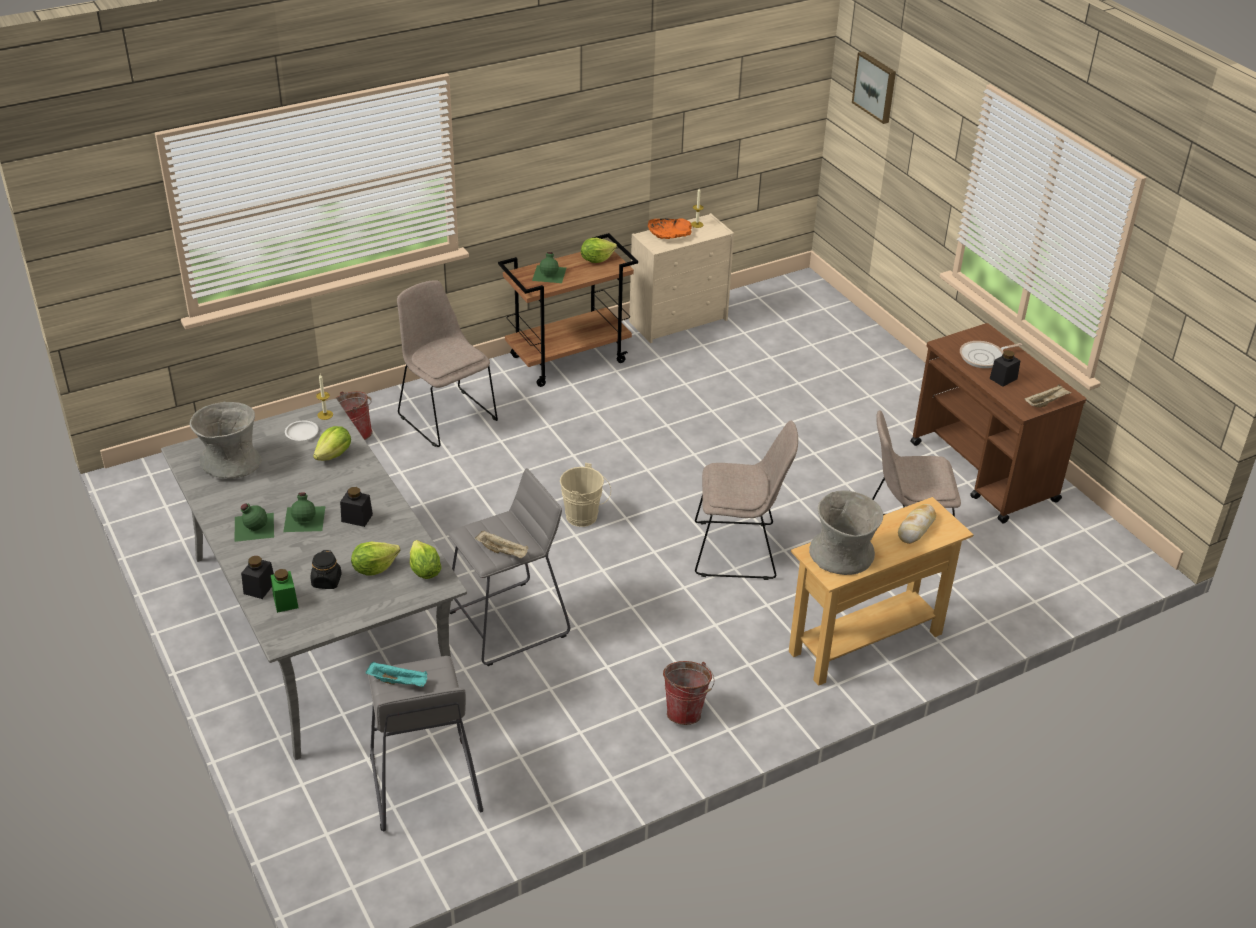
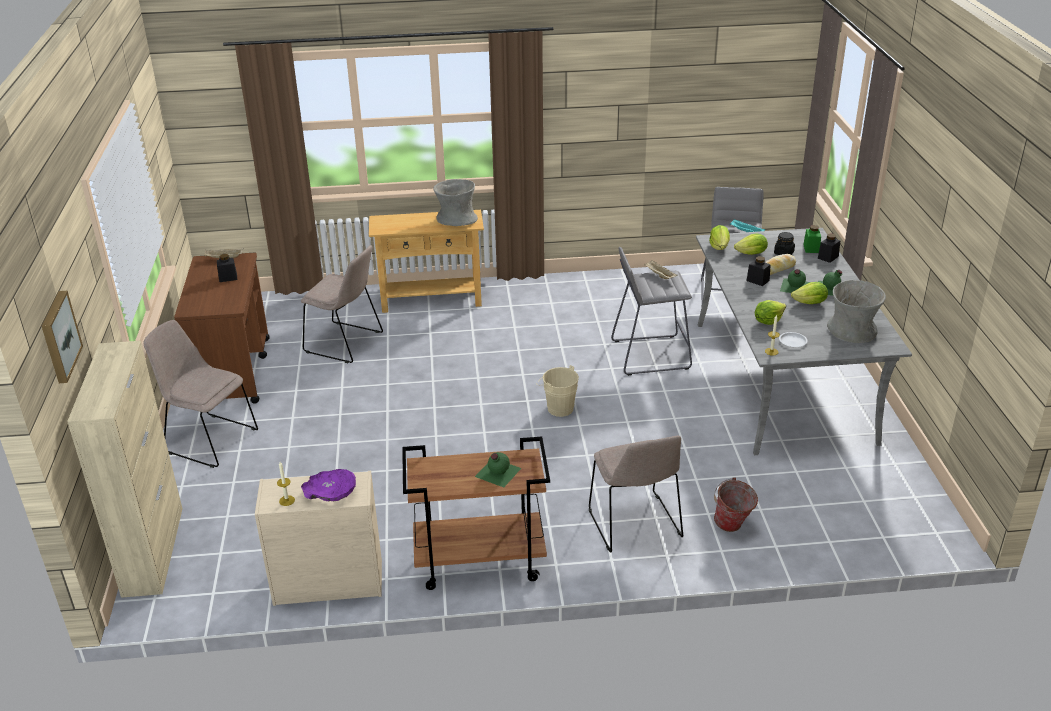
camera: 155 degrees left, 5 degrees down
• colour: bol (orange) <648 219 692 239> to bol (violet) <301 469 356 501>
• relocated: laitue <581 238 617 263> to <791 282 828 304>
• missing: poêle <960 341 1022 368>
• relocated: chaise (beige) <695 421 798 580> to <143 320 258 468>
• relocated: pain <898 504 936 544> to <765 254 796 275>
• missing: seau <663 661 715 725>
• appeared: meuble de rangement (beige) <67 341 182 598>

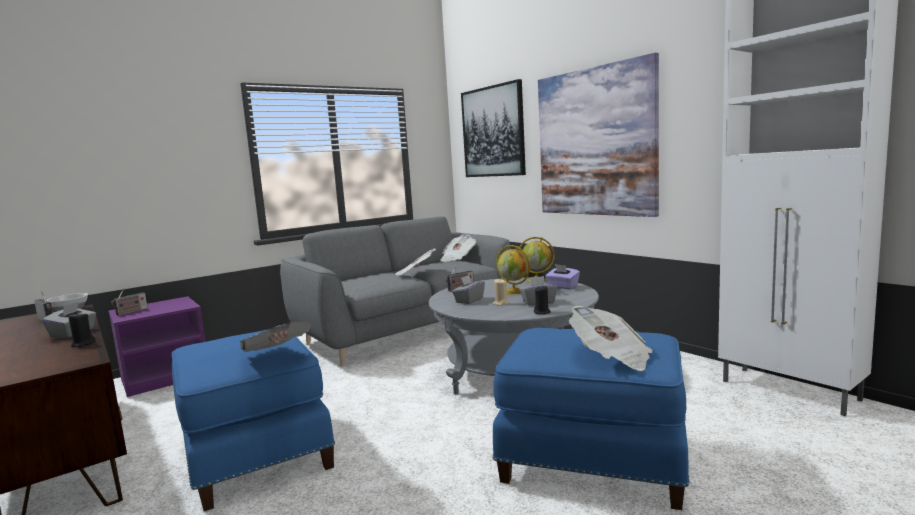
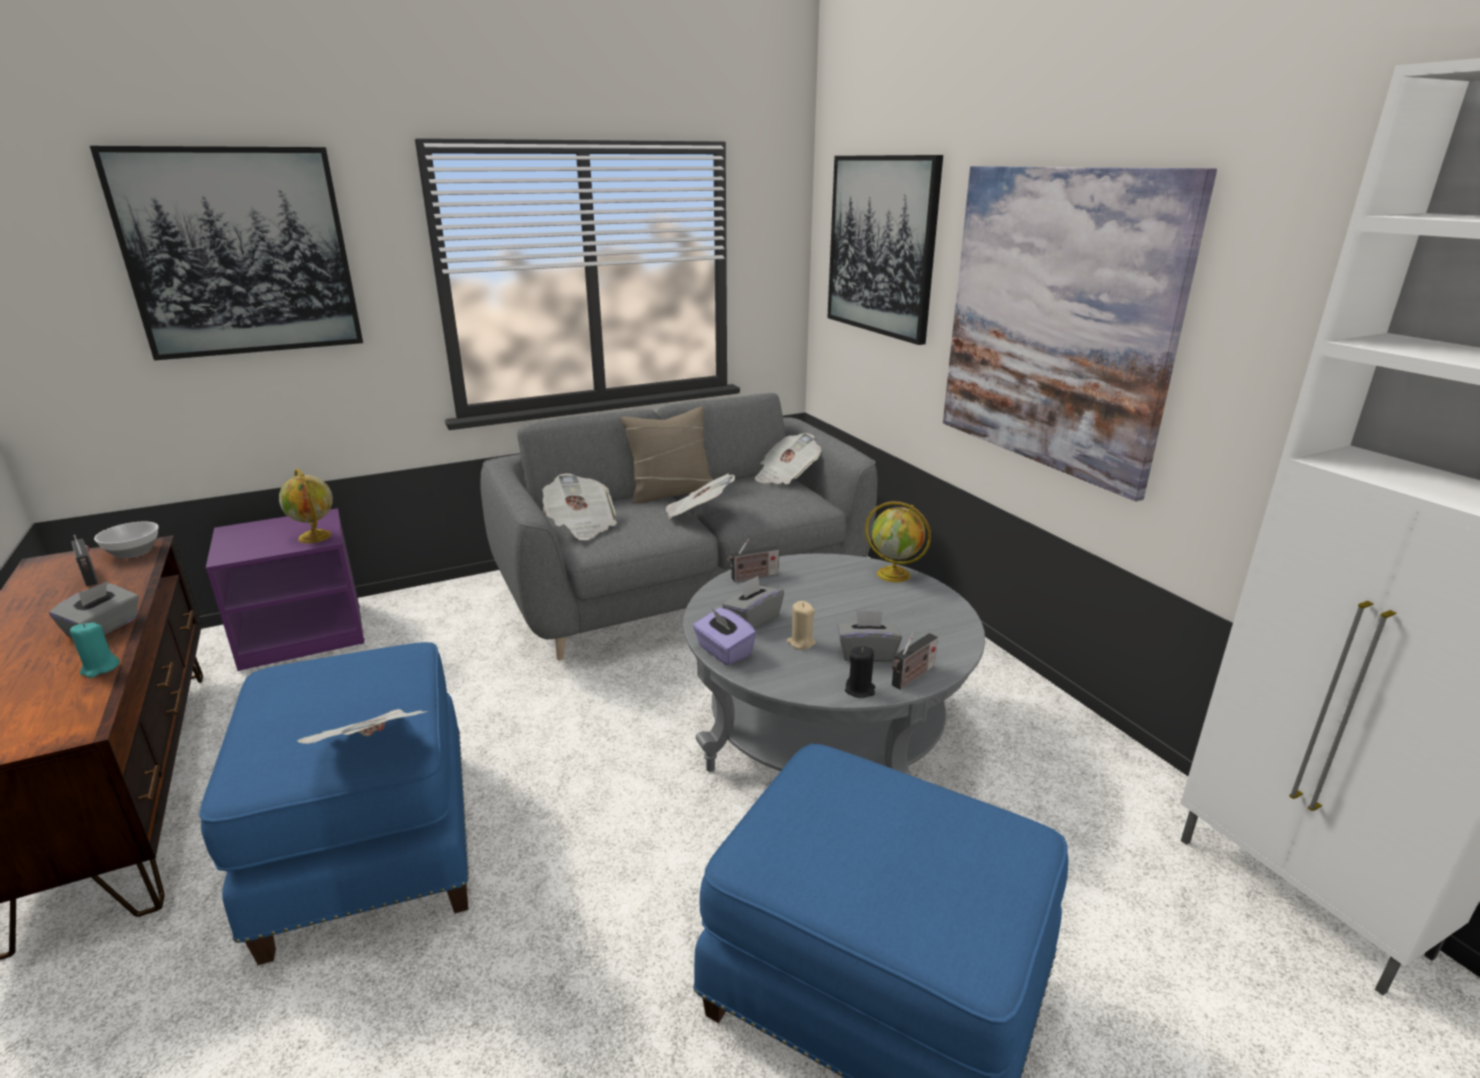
camera: 10 degrees right, 15 degrees up
• relocated: globe <496 245 530 295> to <279 469 333 543>
• relocated: boîte à mouchoirs (violet) <545 264 580 289> to <693 607 756 665>
• relocated: radio <111 288 148 316> to <892 632 938 690>
• relocated: journal <569 306 652 371> to <542 473 617 541>
• colour: bougie (noir) <68 312 96 347> to bougie (turquoise) <70 622 120 678>
• appeared: tableau <90 146 363 361>
• appeared: coussin (beige) <620 407 713 503>

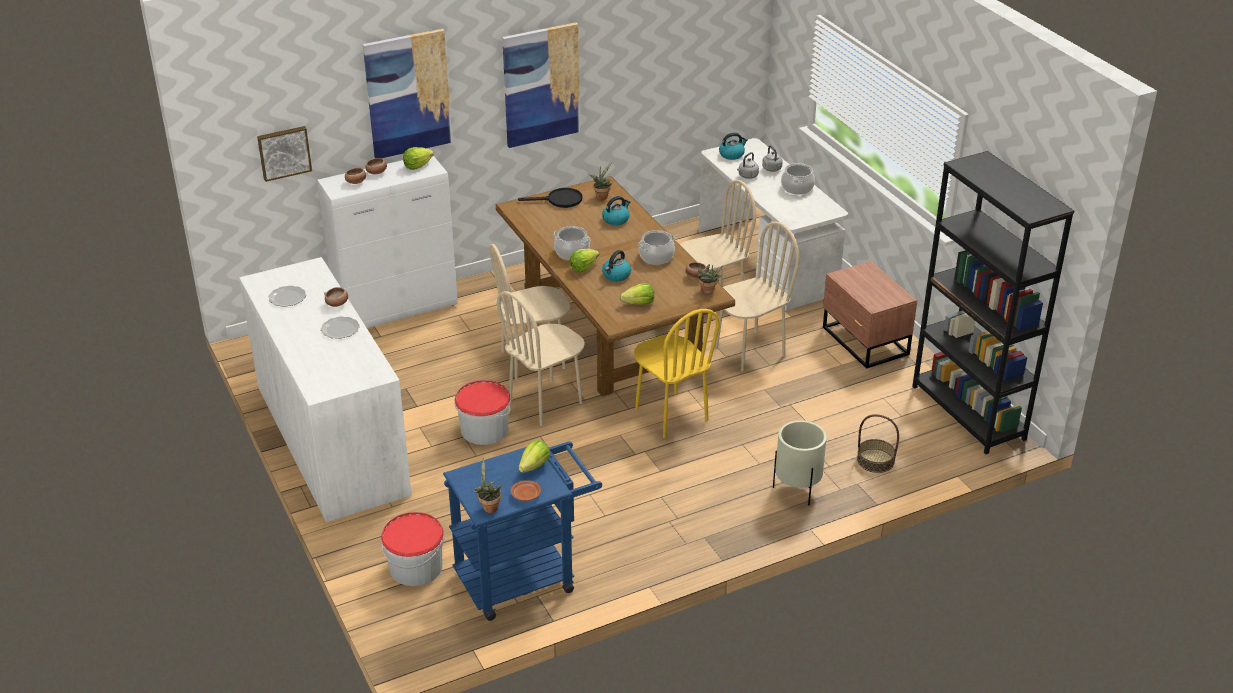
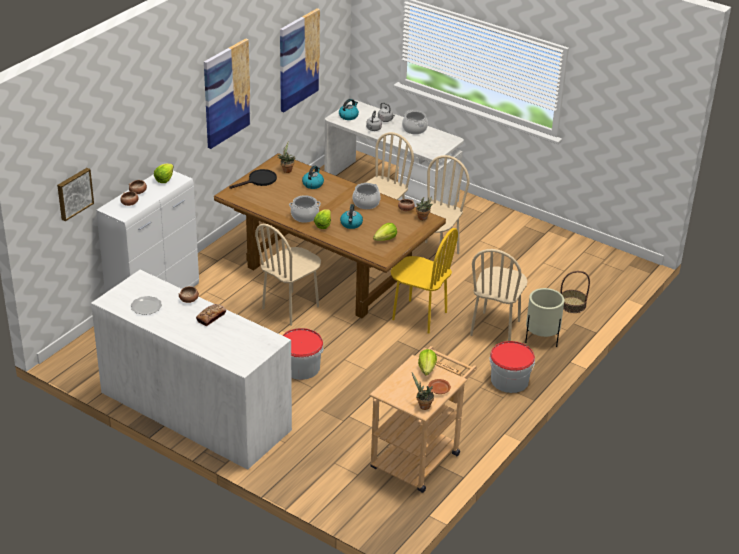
camera: 30 degrees left, 0 degrees up
• relocated: tableau <363 29 452 158> to <280 8 320 112>
• missing: bibliothèque (noir) <912 151 1074 454>
• missing: table de chevet (marron) <823 261 917 369>
• relocated: chaise (beige) <497 291 585 426> to <470 249 528 341>
• exchanged: assiette <321 316 360 339> to pain <196 304 226 326>
• colour: chariot (bleu) <443 441 602 621> to chariot (beige) <369 346 477 493>
• relocated: seau <381 512 445 586> to <490 341 535 393>

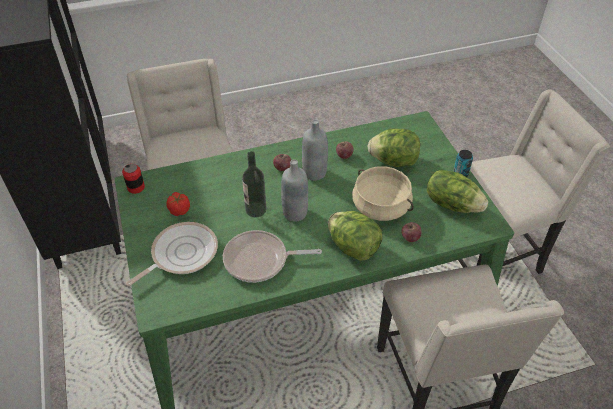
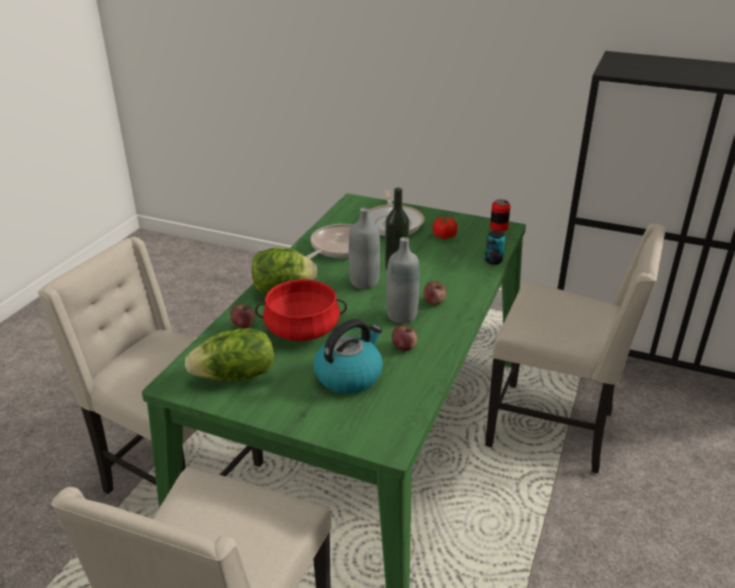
camera: 130 degrees right, 15 degrees down
• exchanged: laitue <368 129 420 167> to bouilloire <313 319 383 394>
• relocated: boîte métallique <453 150 473 177> to <485 230 505 265>
• colour: marmite (beige) <352 166 414 221> to marmite (rouge) <255 279 347 341>

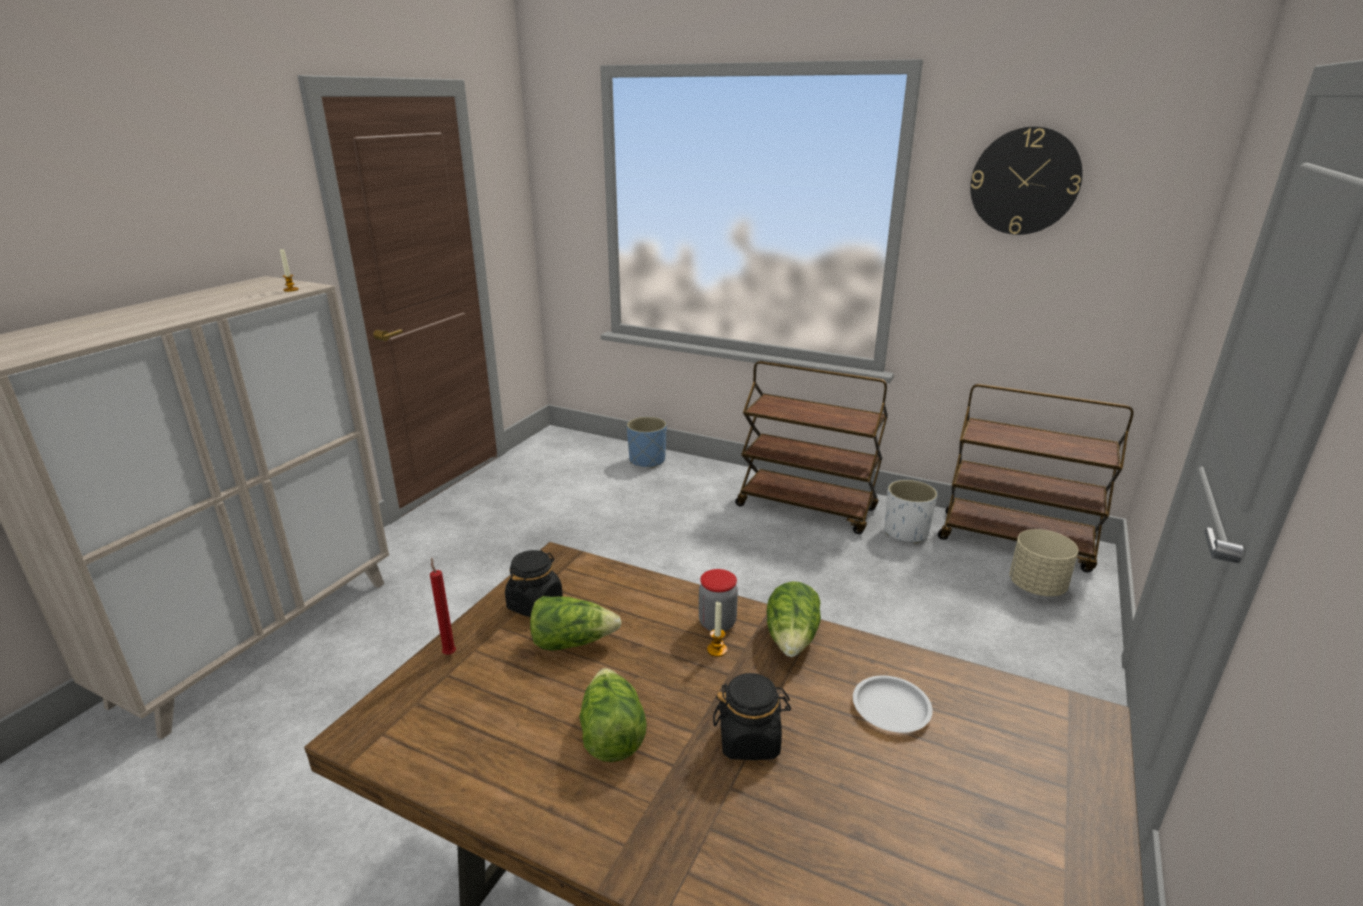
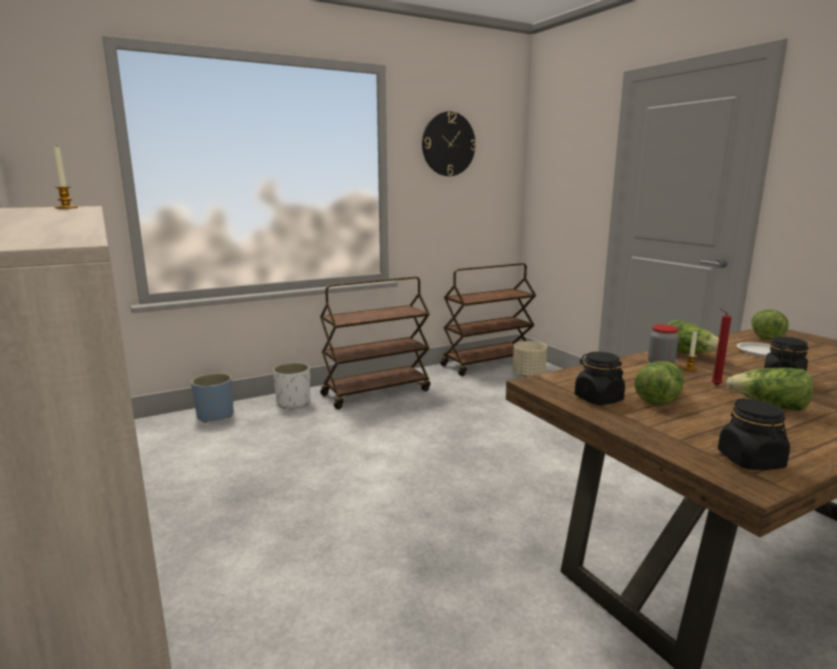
camera: 55 degrees left, 10 degrees down
• relocated: cache-pot (blanc) <885 480 937 544> to <273 362 310 409>
• relocated: bougie (rouge) <430 558 456 655> to <711 308 731 385>
• appeared: laitue <751 309 789 340>
• appeared: bocal (noir) <718 399 790 470>

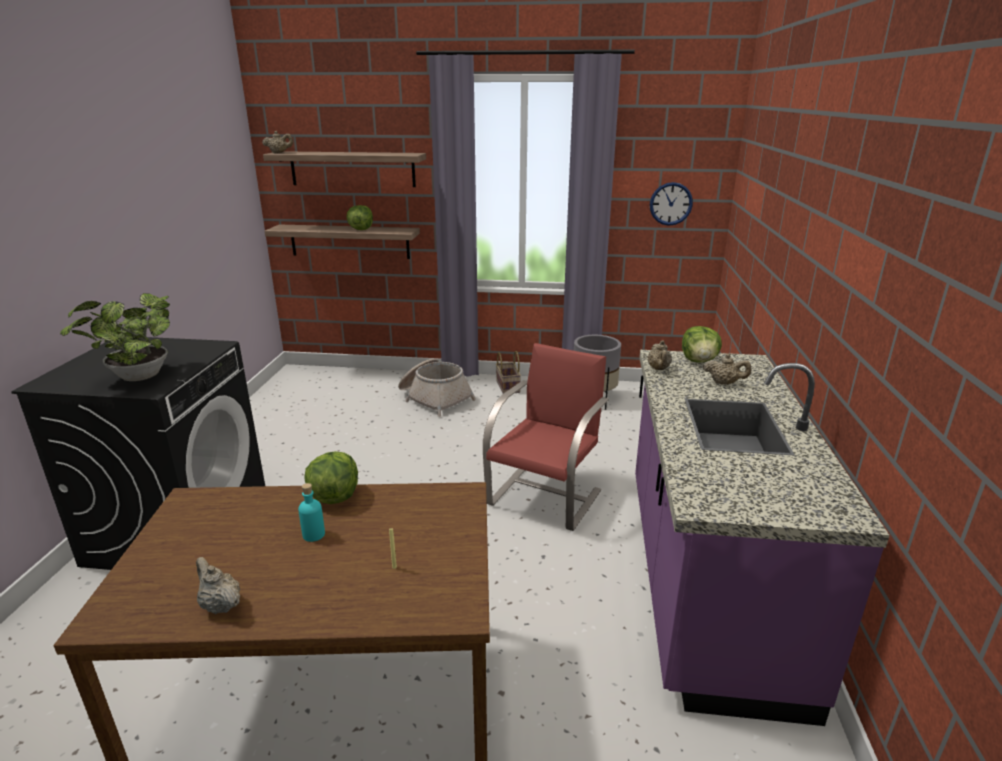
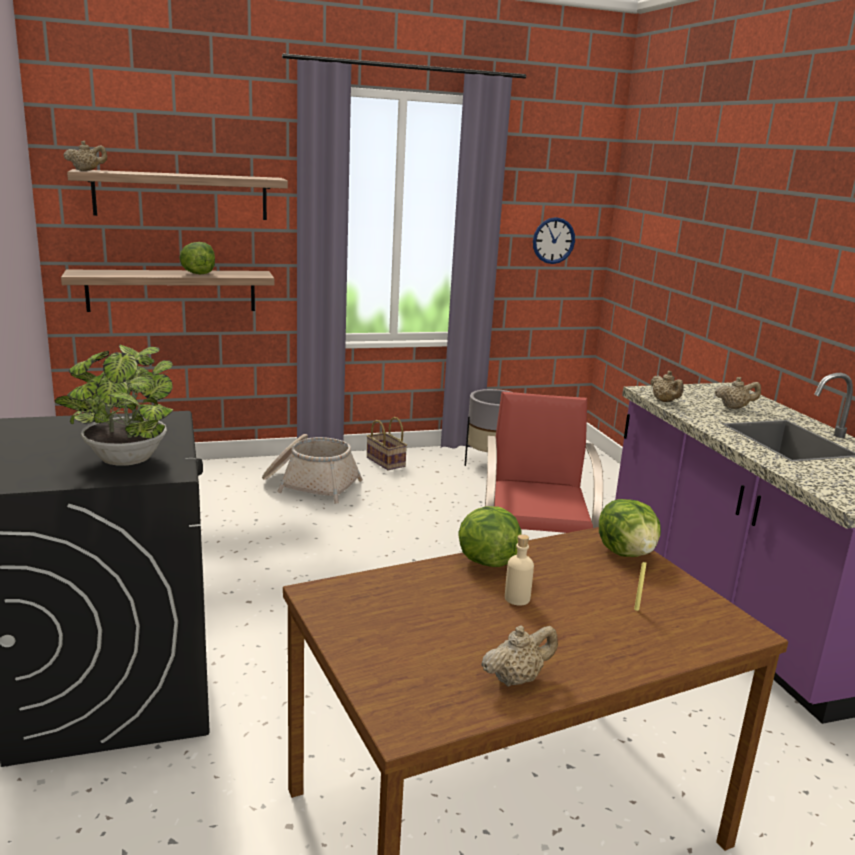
camera: 25 degrees left, 5 degrees down
• relocated: laitue <682 326 722 363> to <599 499 661 557>
• colour: bouteille (turquoise) <298 483 325 542> to bouteille (beige) <505 534 534 605>
• spun: théière (beige) <196 557 240 614> = <481 625 558 687> 135 degrees clockwise

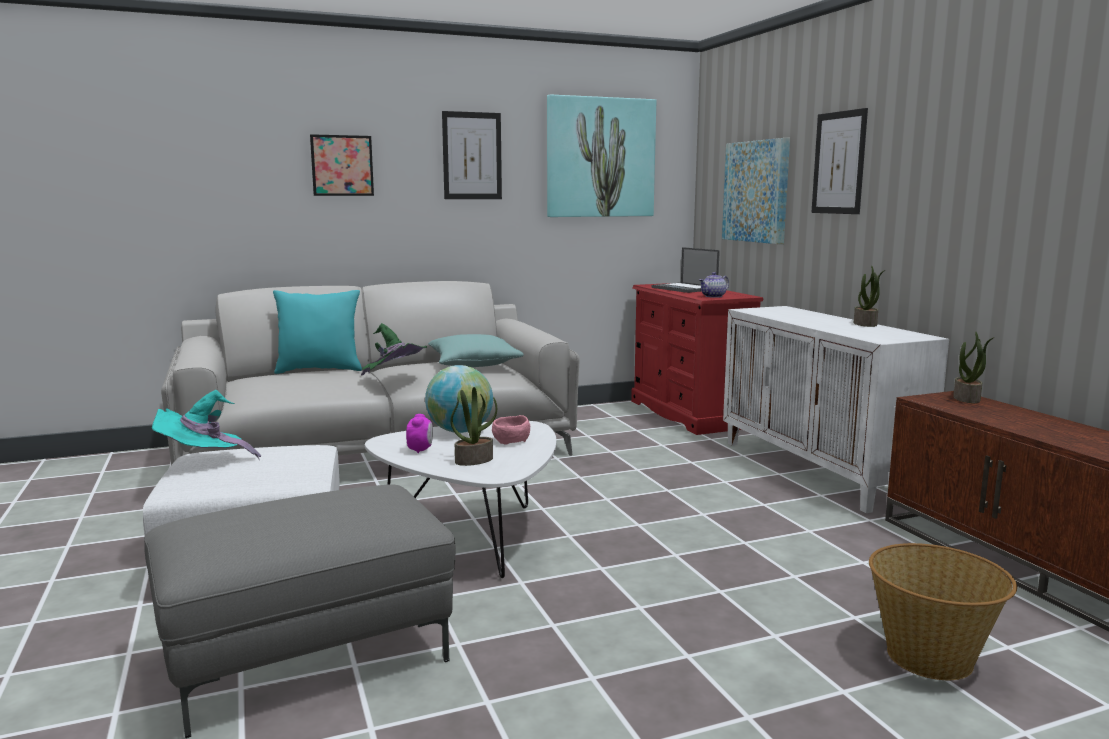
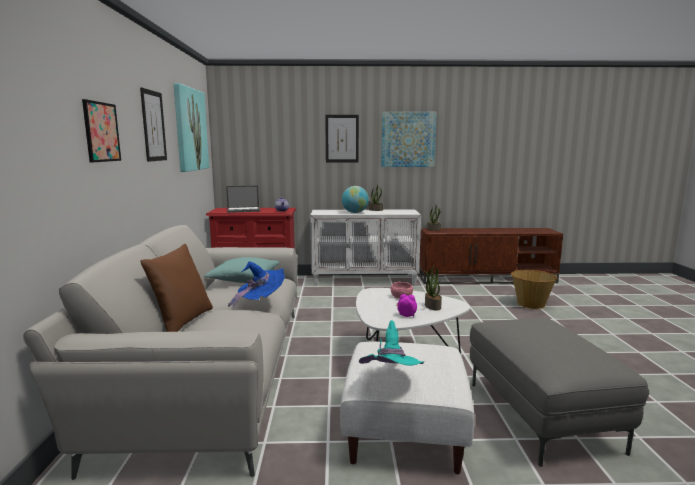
camera: 70 degrees left, 0 degrees up
• relocated: tableau <722 138 790 244> to <381 112 437 167>
• colour: coussin (turquoise) <273 290 362 374> to coussin (marron) <140 244 213 332>
• colour: chapeau (vert) <361 323 427 376> to chapeau (bleu) <228 261 285 309>
• relocated: globe <425 365 493 433> to <342 186 369 213>

